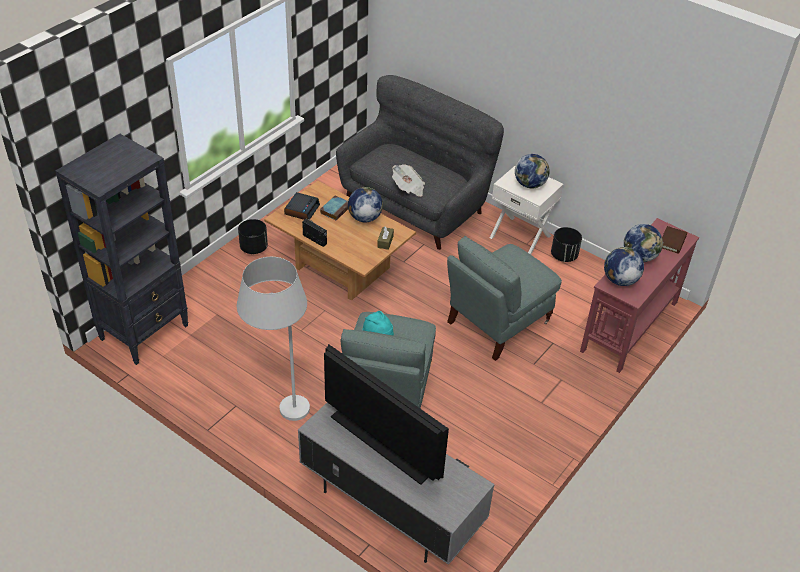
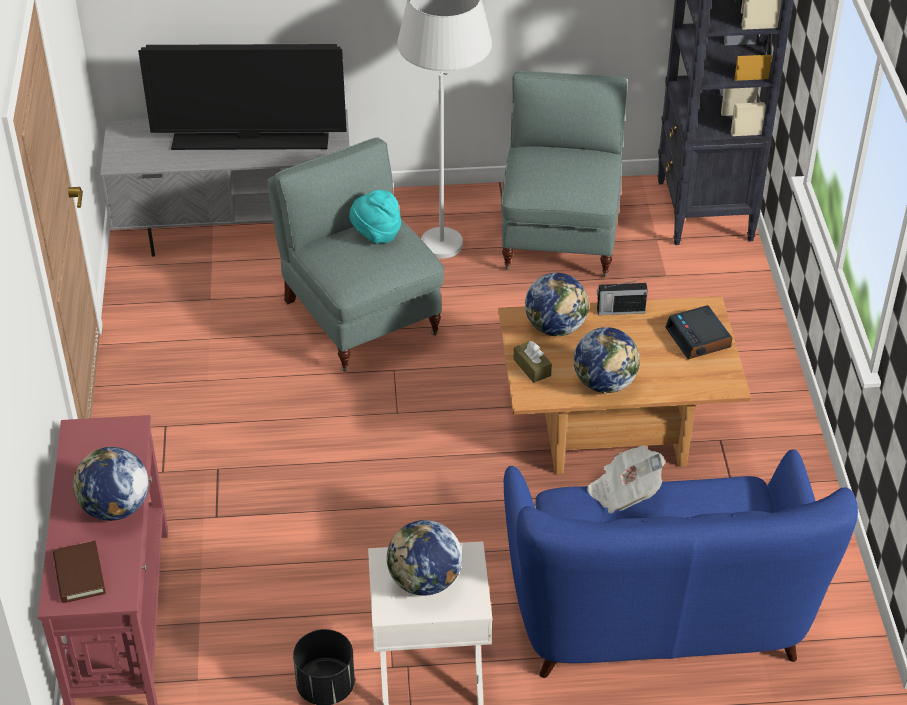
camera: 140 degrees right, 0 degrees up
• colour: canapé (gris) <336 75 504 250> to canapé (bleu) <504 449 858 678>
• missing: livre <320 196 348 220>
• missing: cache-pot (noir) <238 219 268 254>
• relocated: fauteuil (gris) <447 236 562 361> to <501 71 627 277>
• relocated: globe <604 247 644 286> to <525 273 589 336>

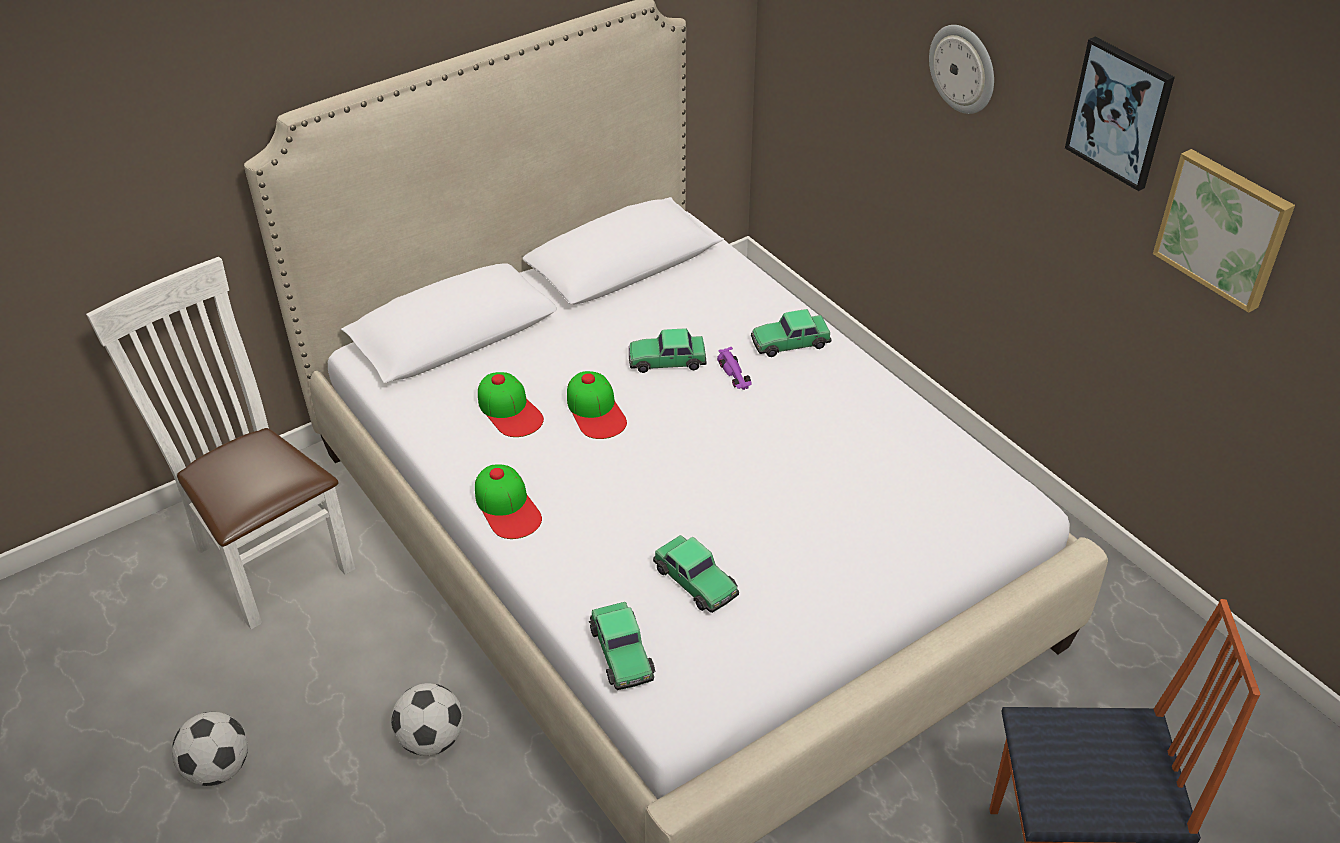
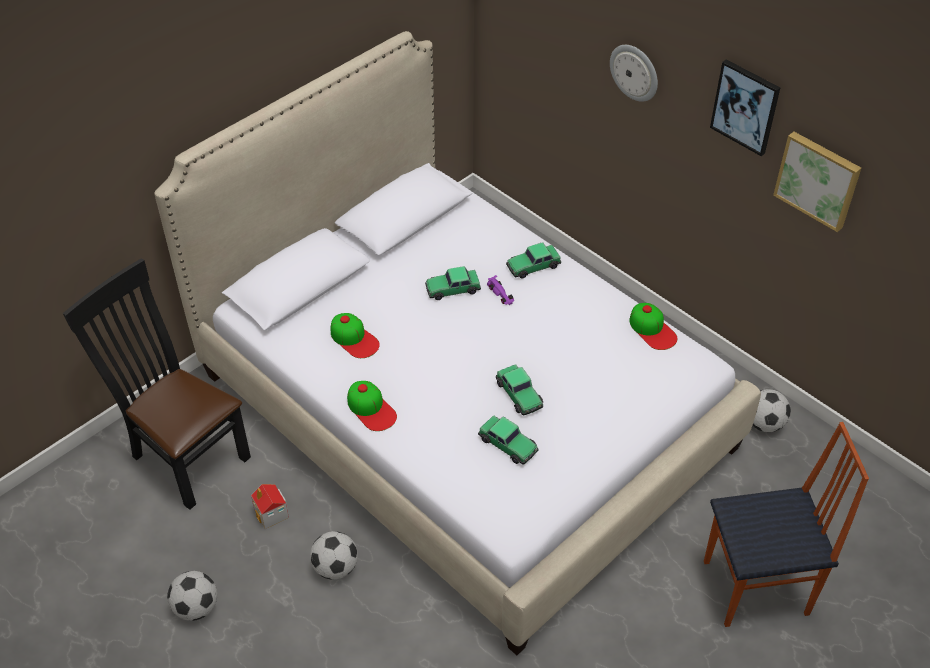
camera: 10 degrees left, 5 degrees up
• colour: chaise (blanc) <86 257 355 629> to chaise (noir) <63 258 251 510>
• relocated: casquette <567 371 627 439> to <629 303 677 350>
• relocated: petite voiture <589 602 655 690> to <496 364 543 416>
• appeared: ballon de foot <752 389 791 432>
• appeared: maison miniature <251 484 289 529>

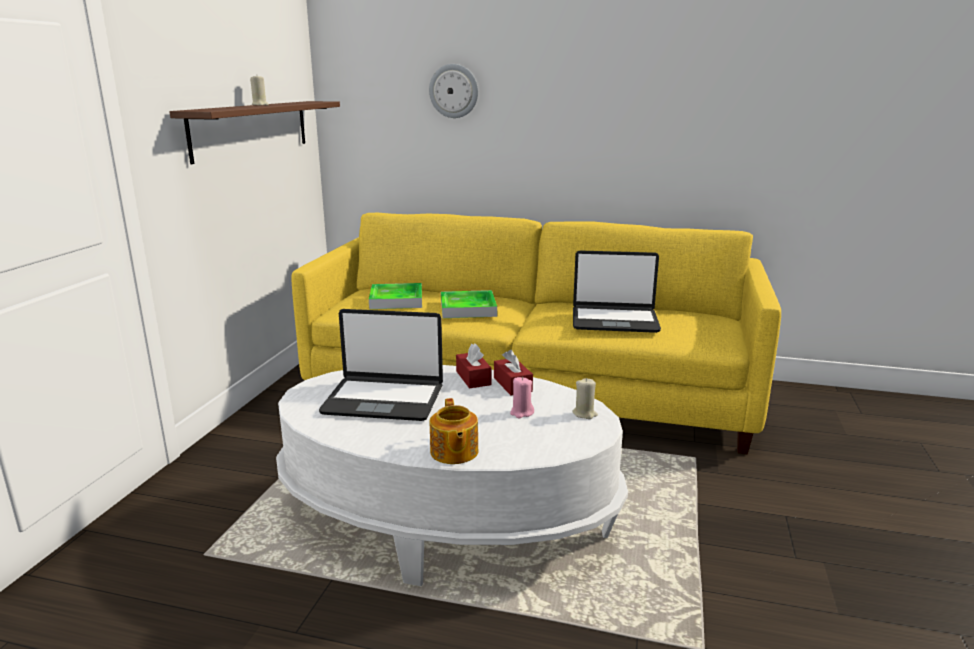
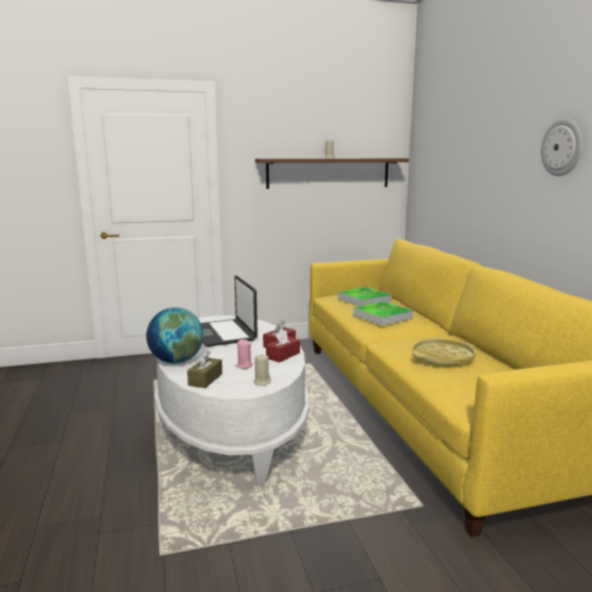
camera: 60 degrees right, 5 degrees down
• relocated: horloge murale <429 64 478 118> to <541 119 582 176>
• exchanged: ordinateur portable <573 251 661 333> to plateau (jaune) <412 339 476 366>
• exchanged: théière <430 398 478 464> to globe <146 307 203 363>
• appeared: boîte à mouchoirs (marron) <187 350 222 388>

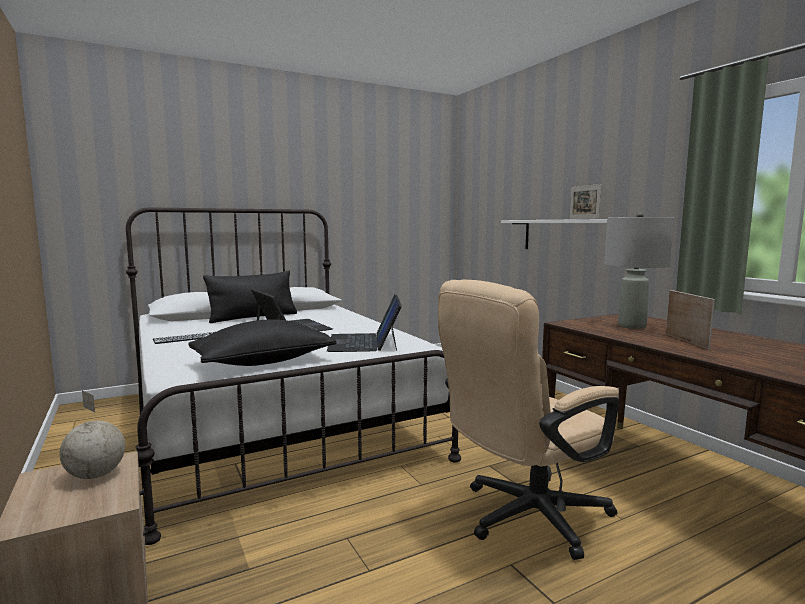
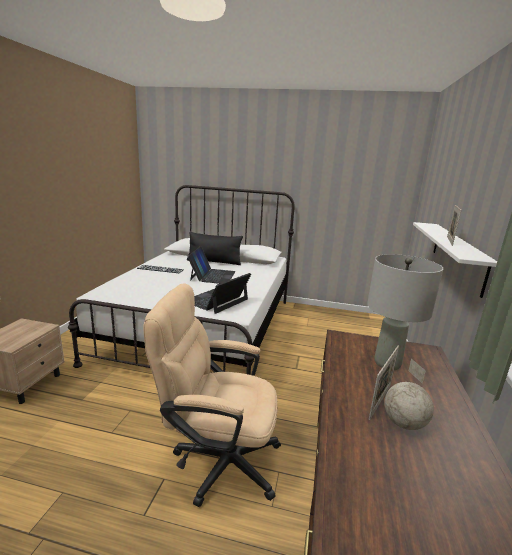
camera: 40 degrees right, 10 degrees up
• missing: coussin (noir) <188 319 336 366>
• relocated: globe <60 391 125 479> to <384 359 434 430>

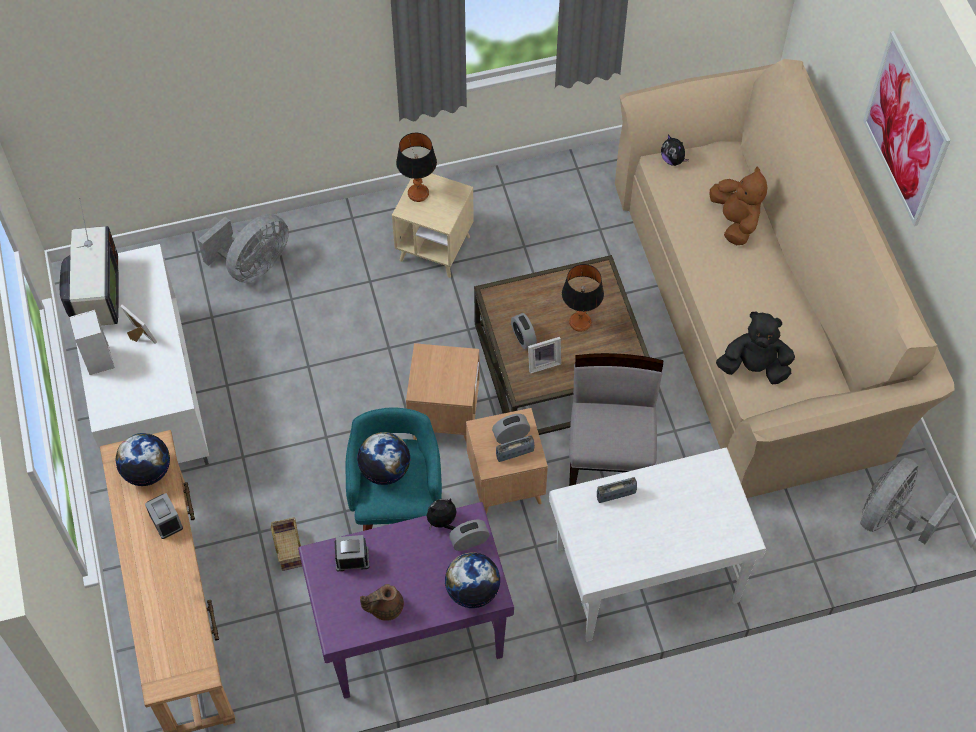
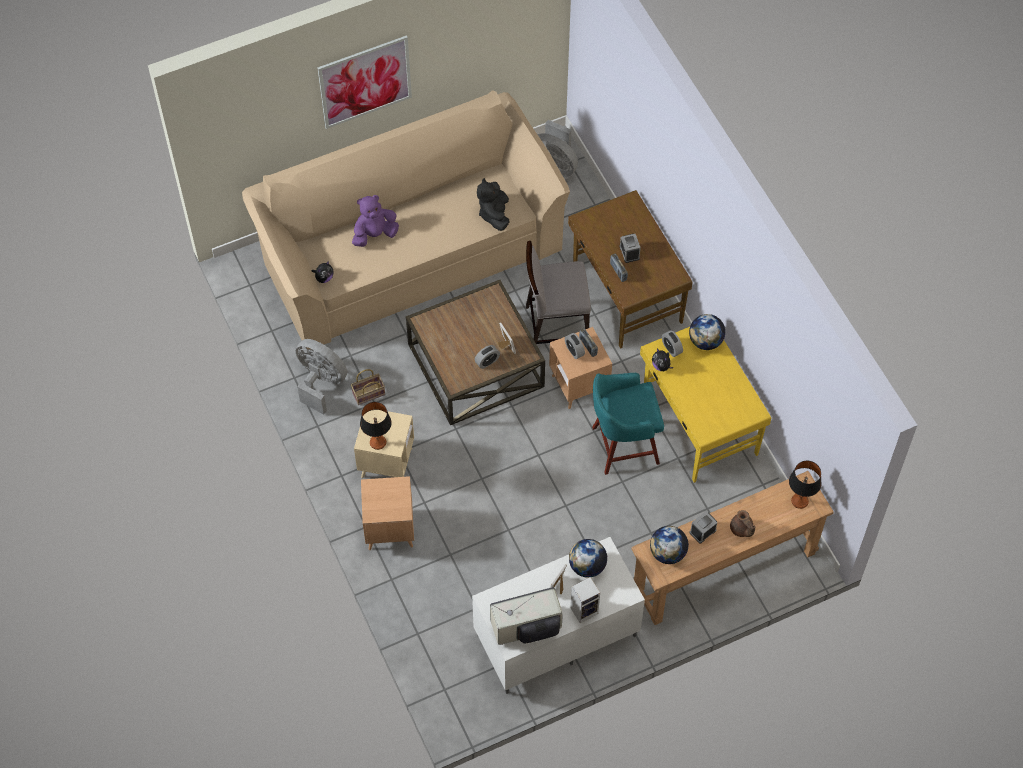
camera: 100 degrees left, 0 degrees up
• colour: peluche (marron) <709 167 767 245> to peluche (violet) <352 195 399 247>
• relocated: ventilateur (gris) <198 214 289 283> to <296 339 347 415>
• relocated: lampe de table <562 264 604 332> to <789 461 821 509>
• relocated: table d'appoint (marron) <406 343 480 443> to <361 476 414 550>
• relocated: globe <358 432 410 485> to <569 539 607 578>
• colour: bureau (blanc) <549 448 766 642> to bureau (marron) <568 190 693 349>
• colour: bureau (violet) <298 502 514 699> to bureau (jaune) <640 327 771 483>
• relocated: panier <271 518 302 571> to <351 369 385 405>
• relocated: réveil <335 535 369 571> to <620 234 641 263>
• relocated: théière (marron) <360 584 404 621> to <730 510 755 537>

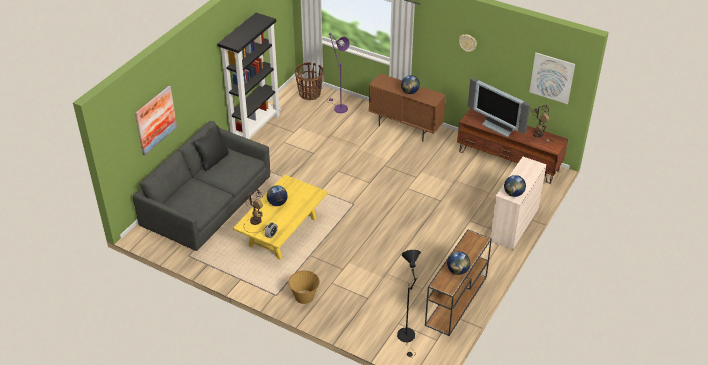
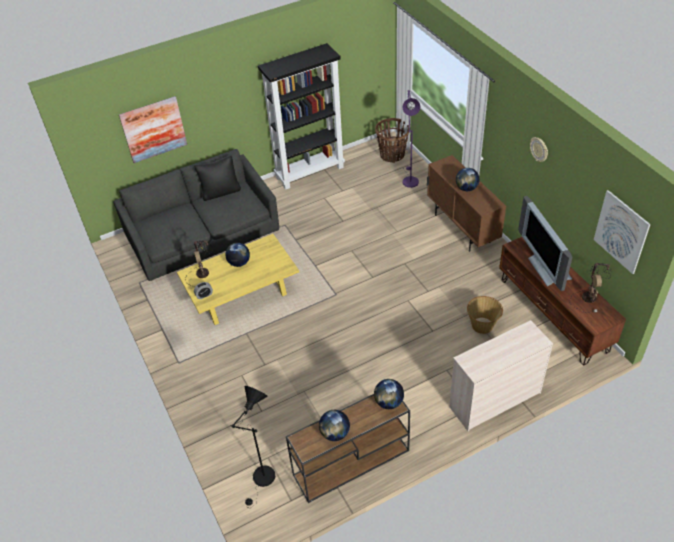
camera: 35 degrees right, 5 degrees up
• relocated: globe <504 175 526 197> to <374 379 404 409>
• relocated: panier <288 270 320 304> to <467 296 503 334>

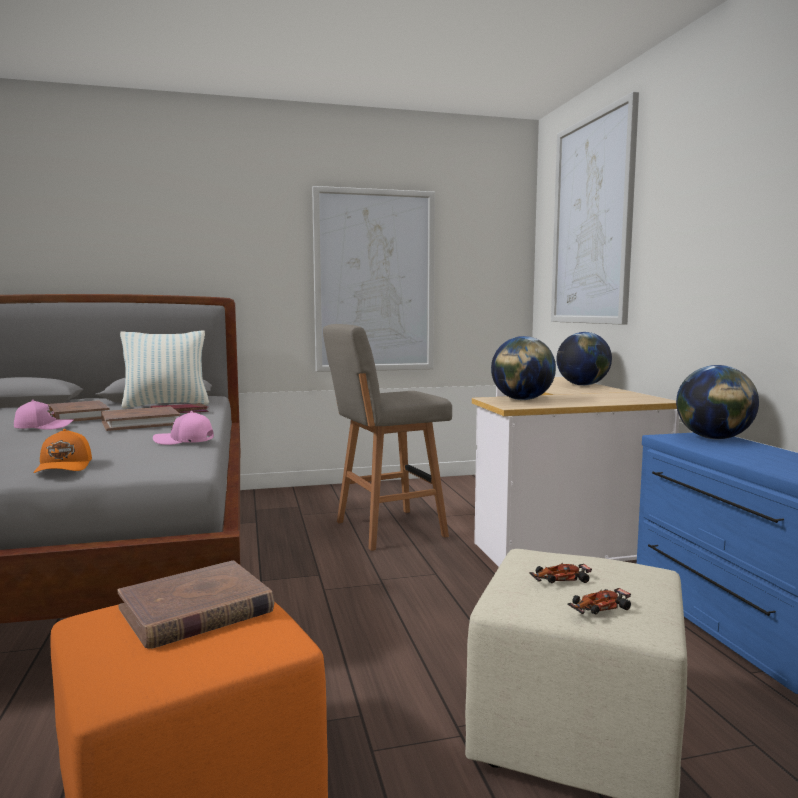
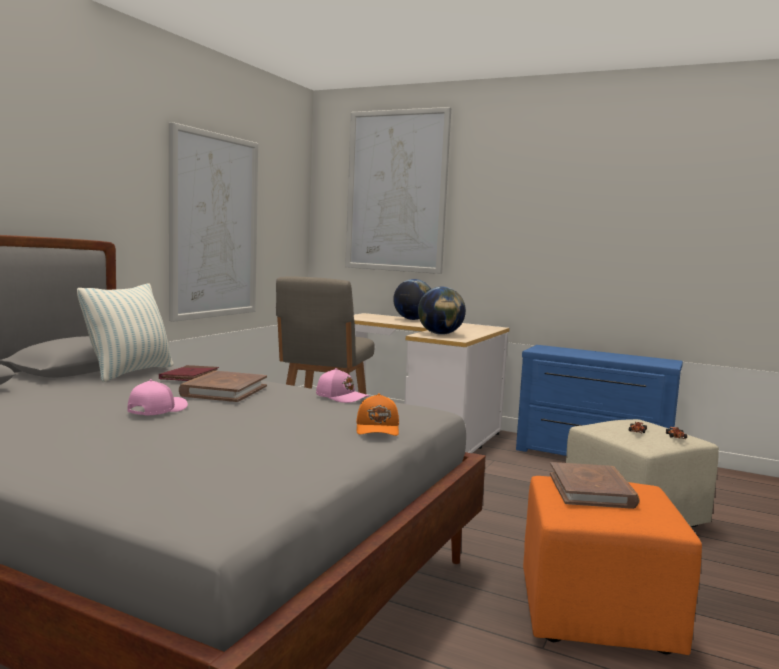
camera: 50 degrees left, 0 degrees up
• missing: globe <676 365 759 439>
• missing: livre (marron) <47 400 110 422>
• spun: casquette (rose) <153 411 214 445> = <316 368 369 403> 105 degrees counterclockwise
• spun: casquette (orange) <34 429 92 473> = <356 393 399 436> 60 degrees clockwise

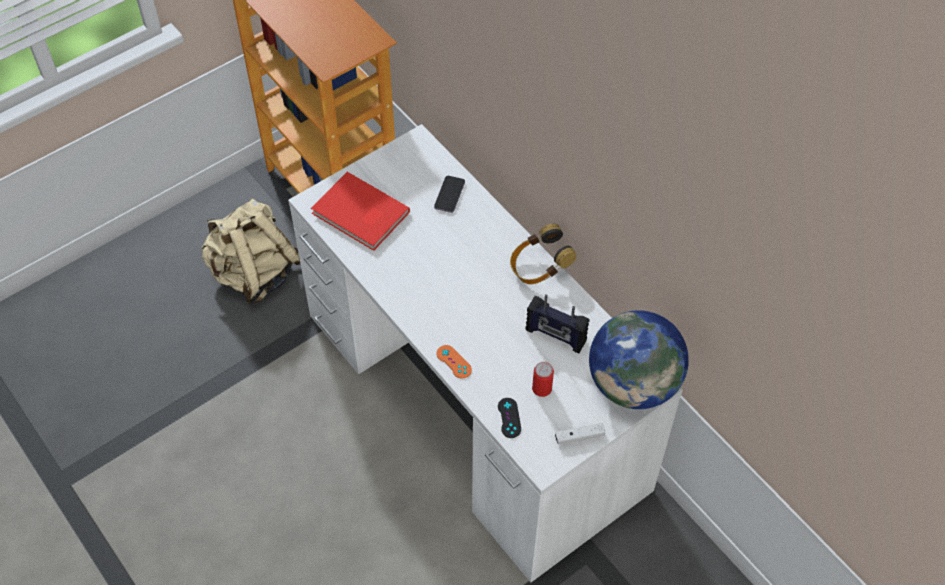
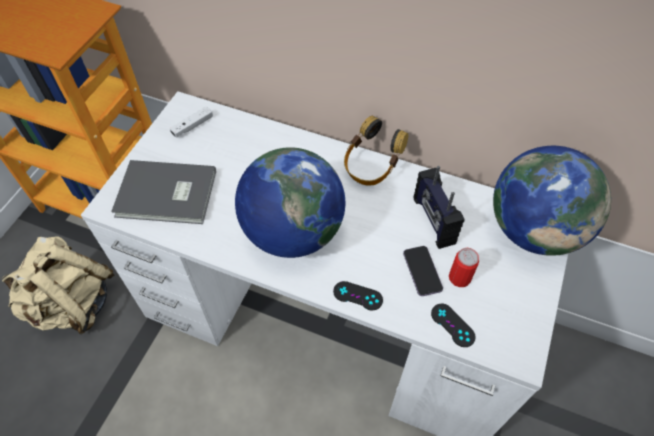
camera: 30 degrees left, 0 degrees up
• colour: livre (rouge) <311 172 410 251> to livre (gris) <111 160 216 224>
• relocated: téléphone <434 176 465 213> to <403 246 443 296>
• spun: radio <526 294 590 353> = <414 166 465 249> 75 degrees clockwise
• colour: manette (orange) <437 345 472 378> to manette (noir) <333 281 383 311>
• relocated: manette (blanc) <555 423 605 445> to <170 107 213 137>
• appeared: globe <235 147 345 258>

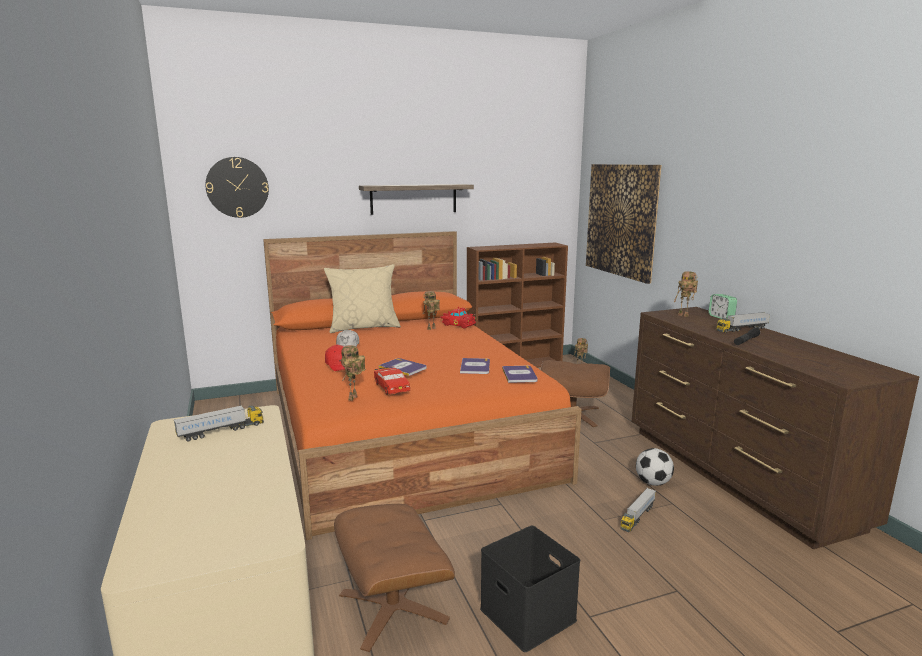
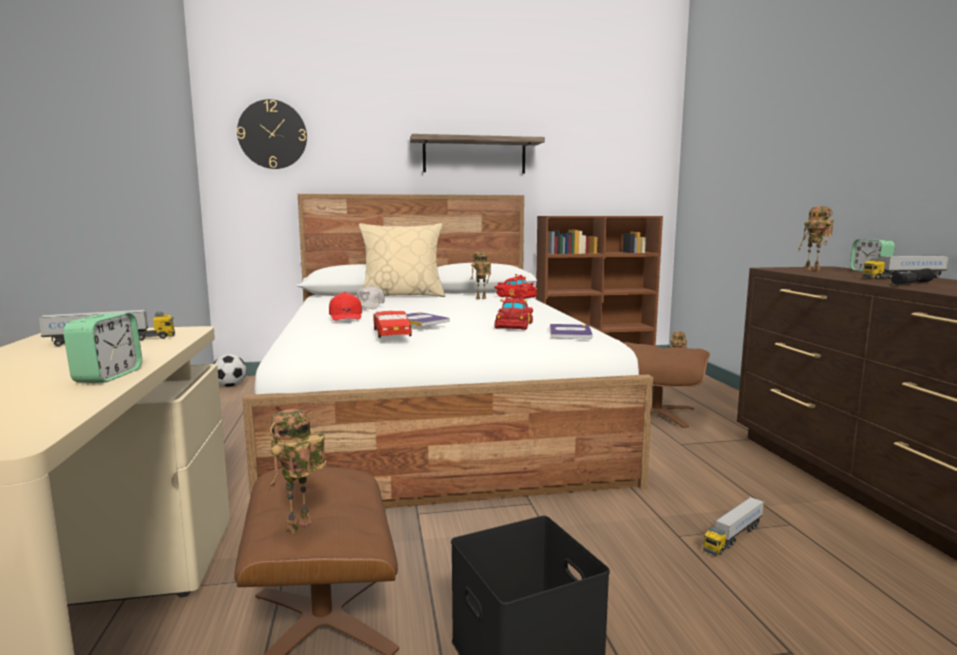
camera: 10 degrees right, 5 degrees down
• missing: tableau <586 164 661 284>
• colour: lit (orange) <263 231 582 540> to lit (blanc) <243 194 653 508>
• relocated: robot jouet <341 345 366 401> to <269 409 326 534>
• exchanged: livre <460 358 490 374> to petite voiture (rouge) <494 295 533 330>
• relocated: ballon de foot <636 448 674 486> to <213 354 246 387>
• appeared: réveil <63 313 142 383>

